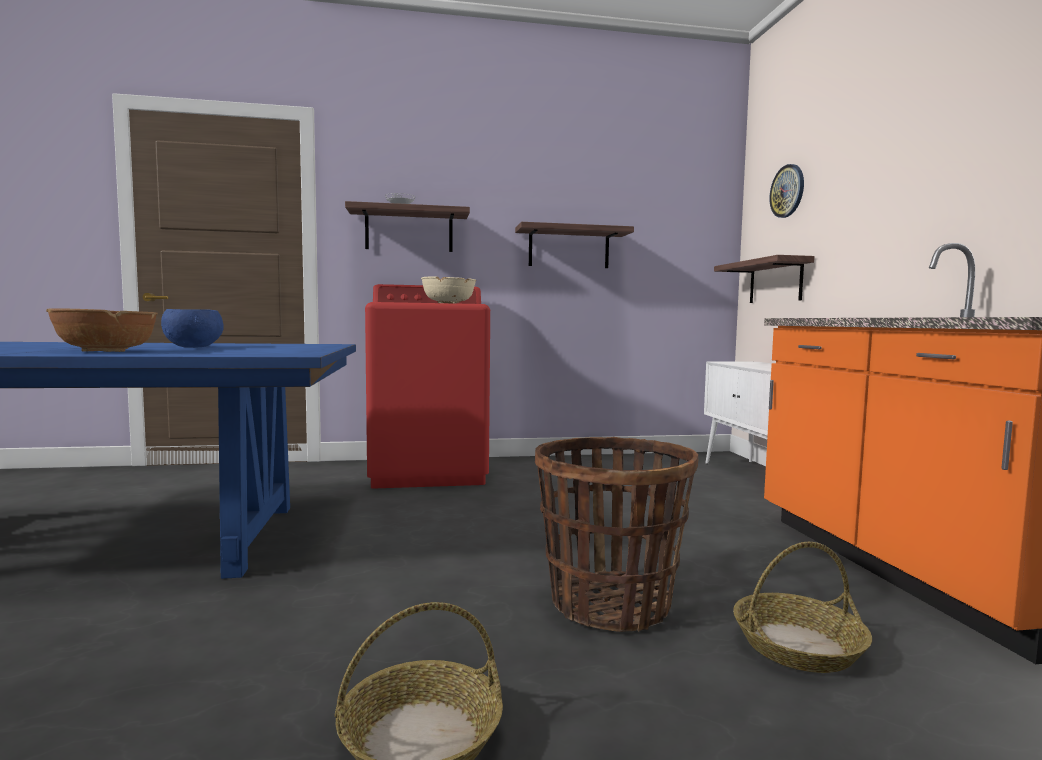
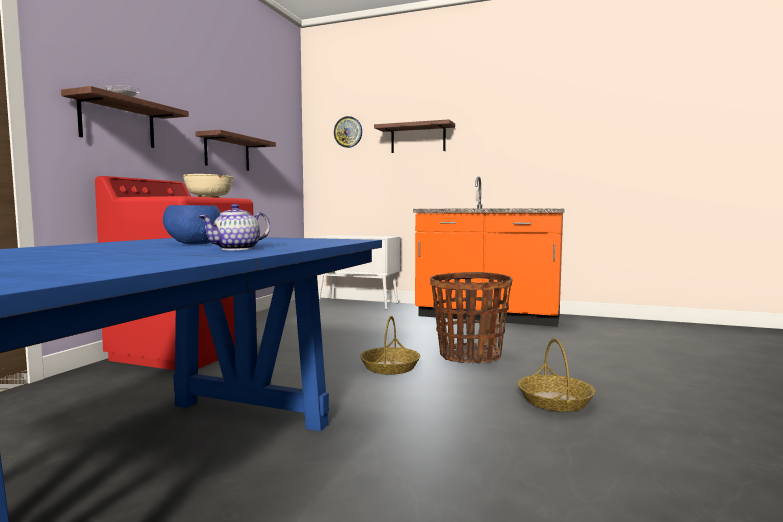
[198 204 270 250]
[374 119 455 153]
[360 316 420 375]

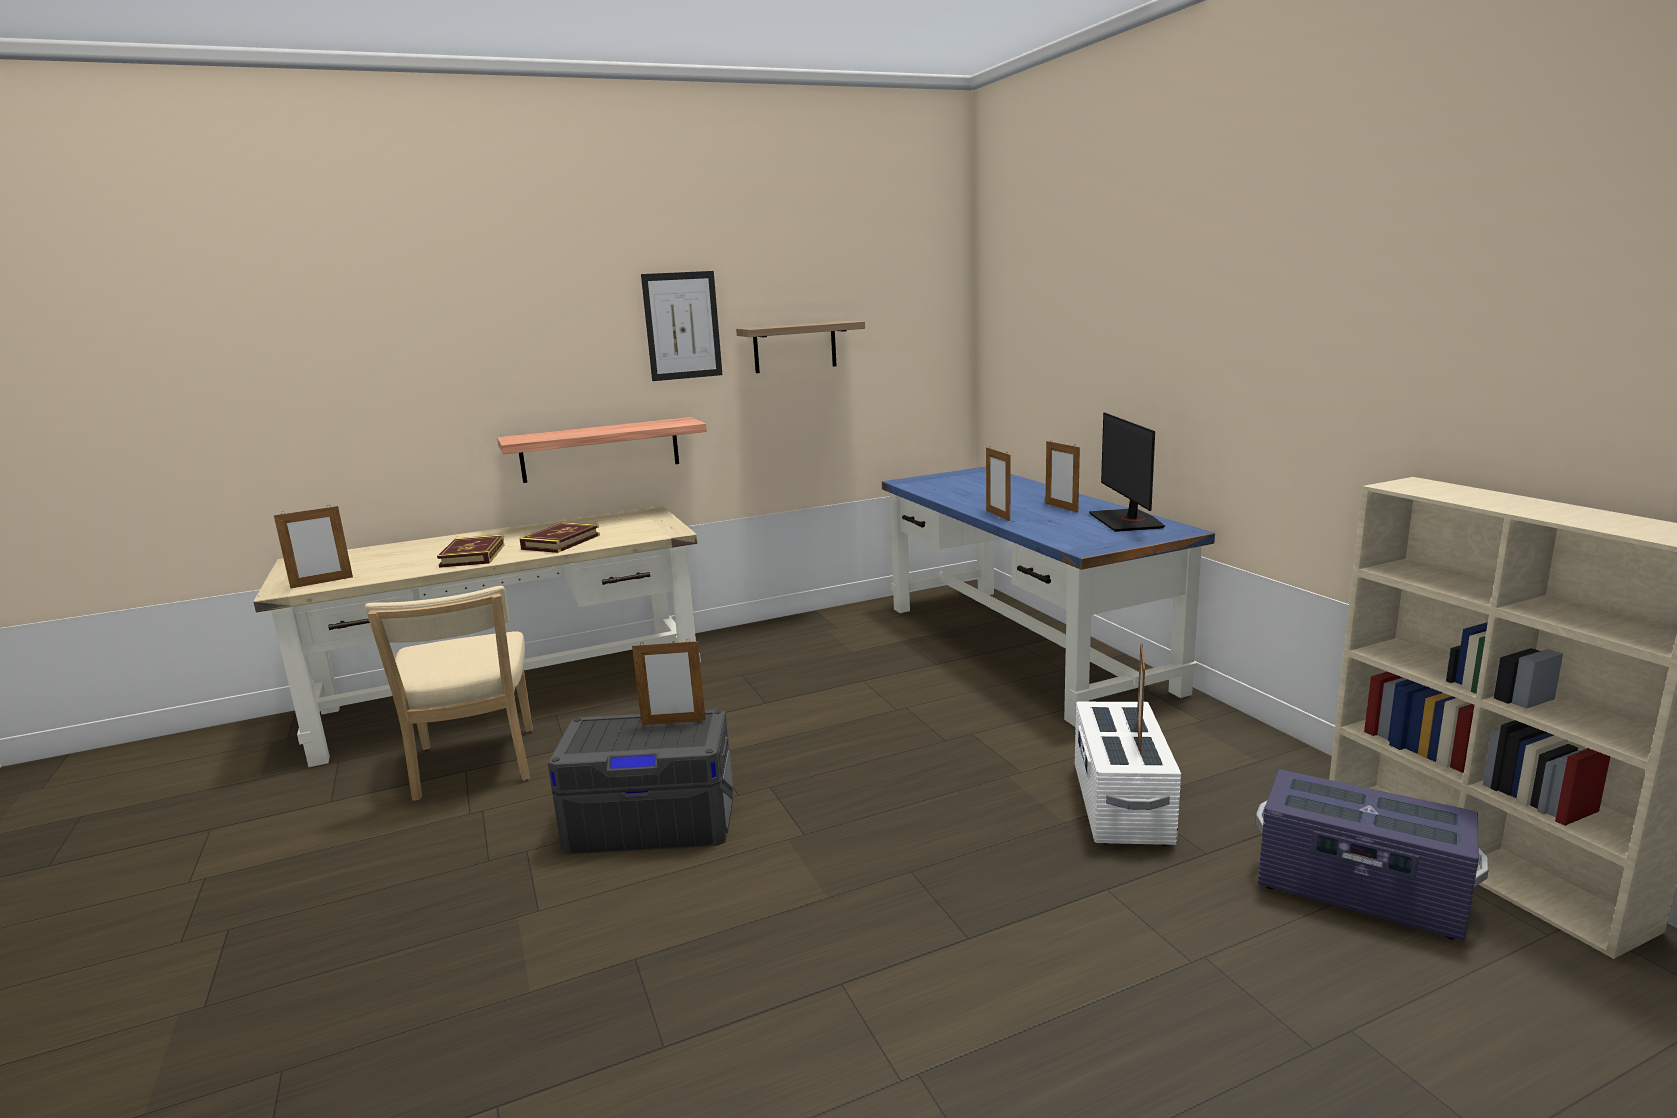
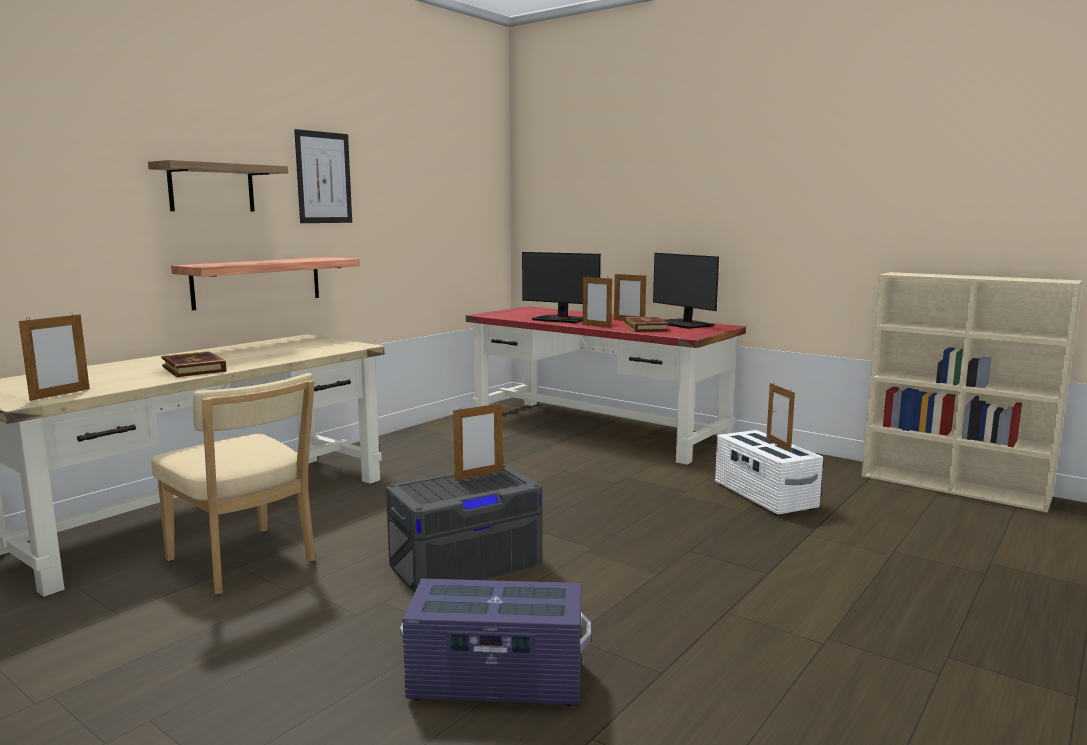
[625 317 669 332]
[148 160 288 211]
[466 306 746 465]
[400 579 591 706]
[522 252 601 323]

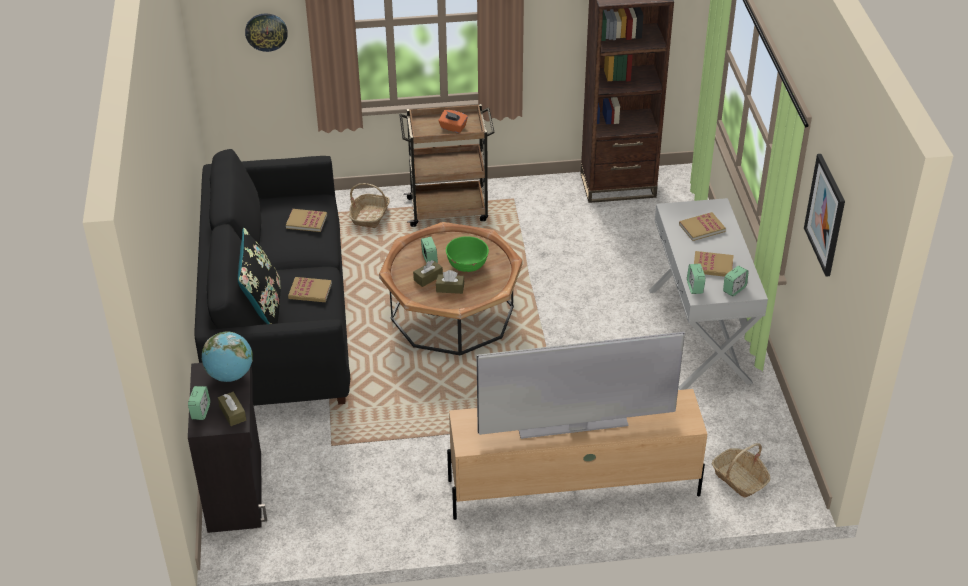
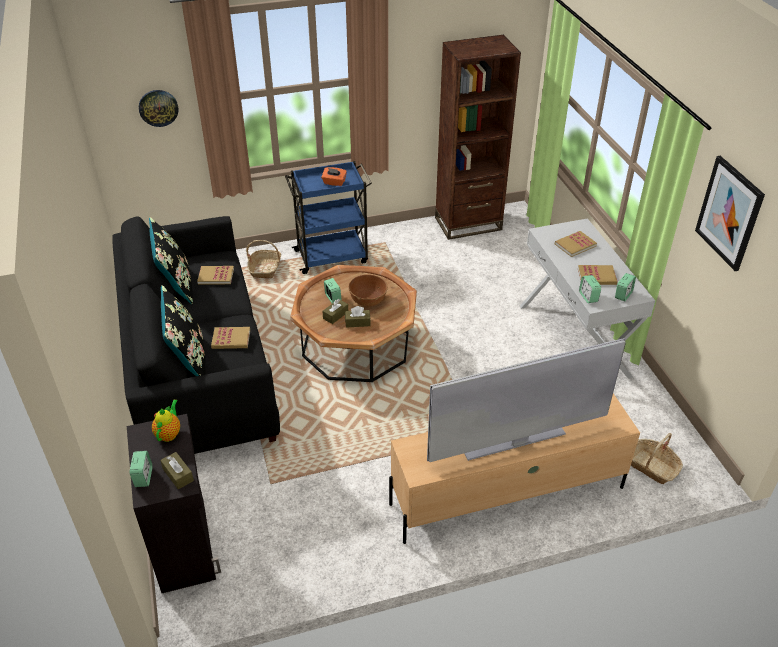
[152 400 180 442]
[285 161 372 274]
[348 274 388 306]
[149 217 193 304]

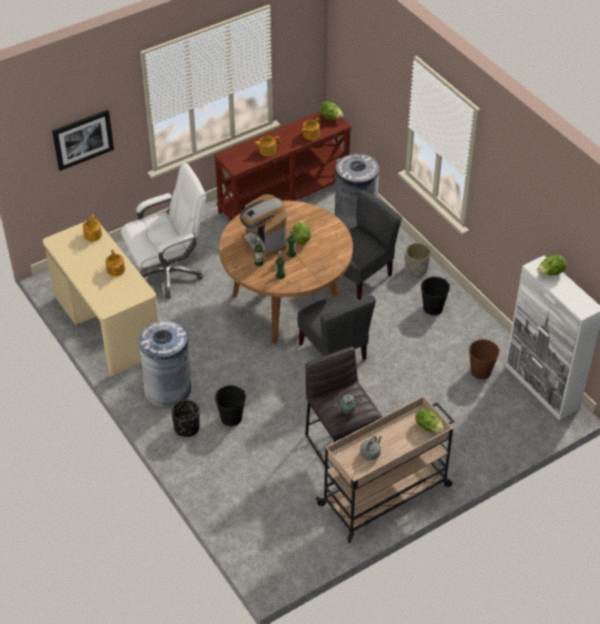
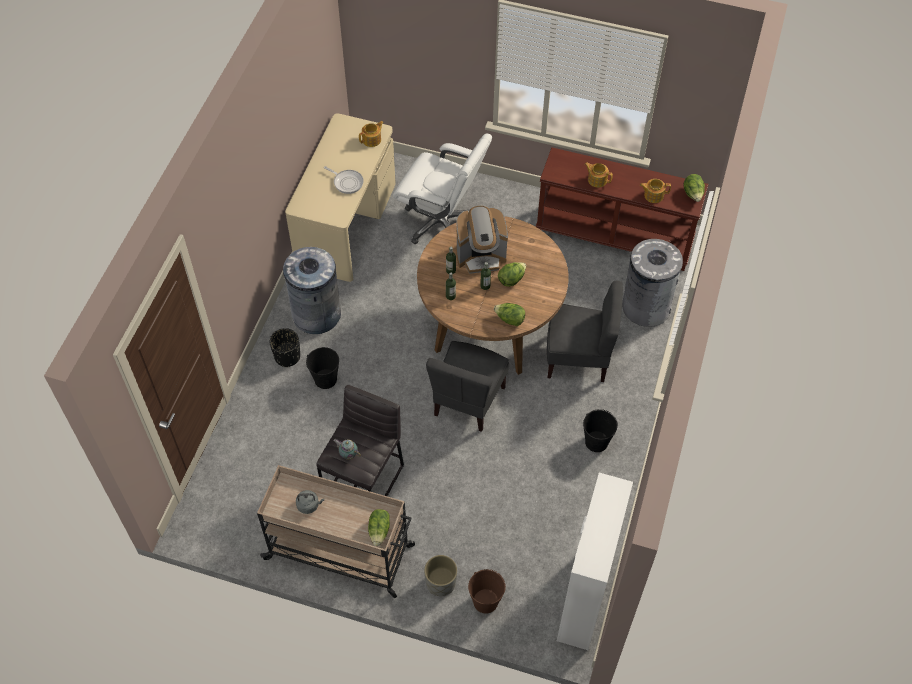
[52 110 114 171] (first image)
[324 166 364 194]
[456 206 508 274]
[424 555 457 596]
[468 569 506 614]
[494 303 525 326]

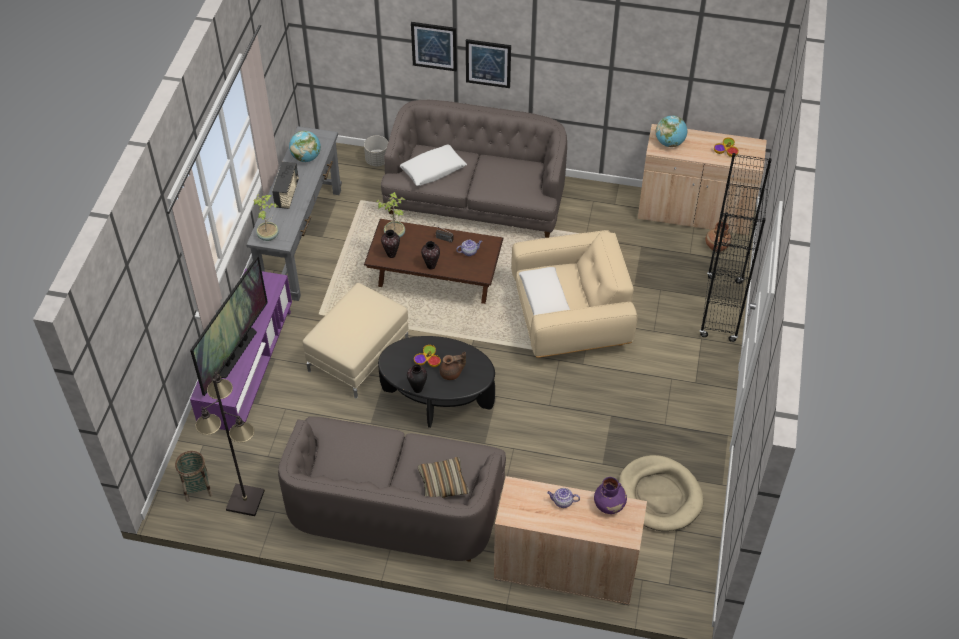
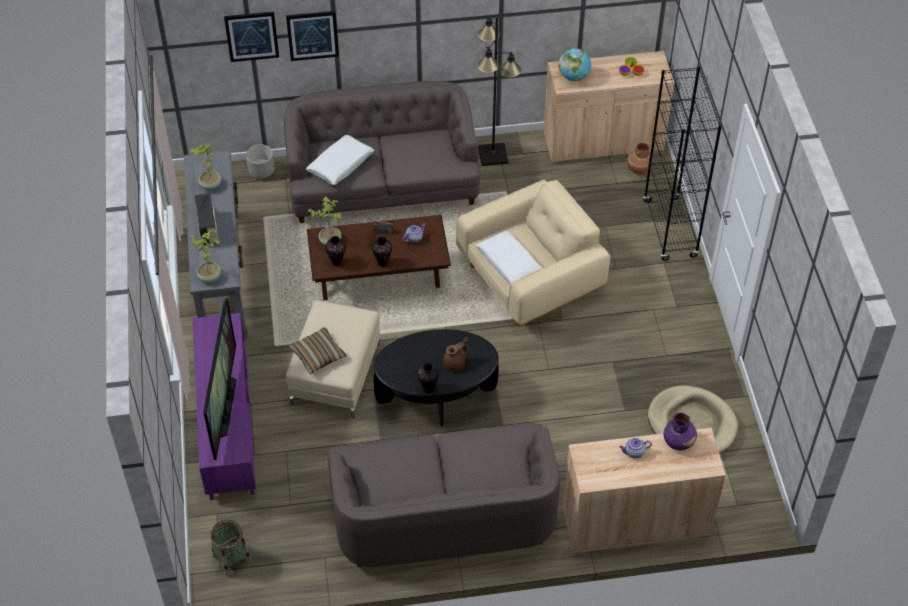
[477 15 521 166]
[189 143 221 190]
[414 345 441 367] (first image)
[289 327 347 375]
[224 12 279 62]

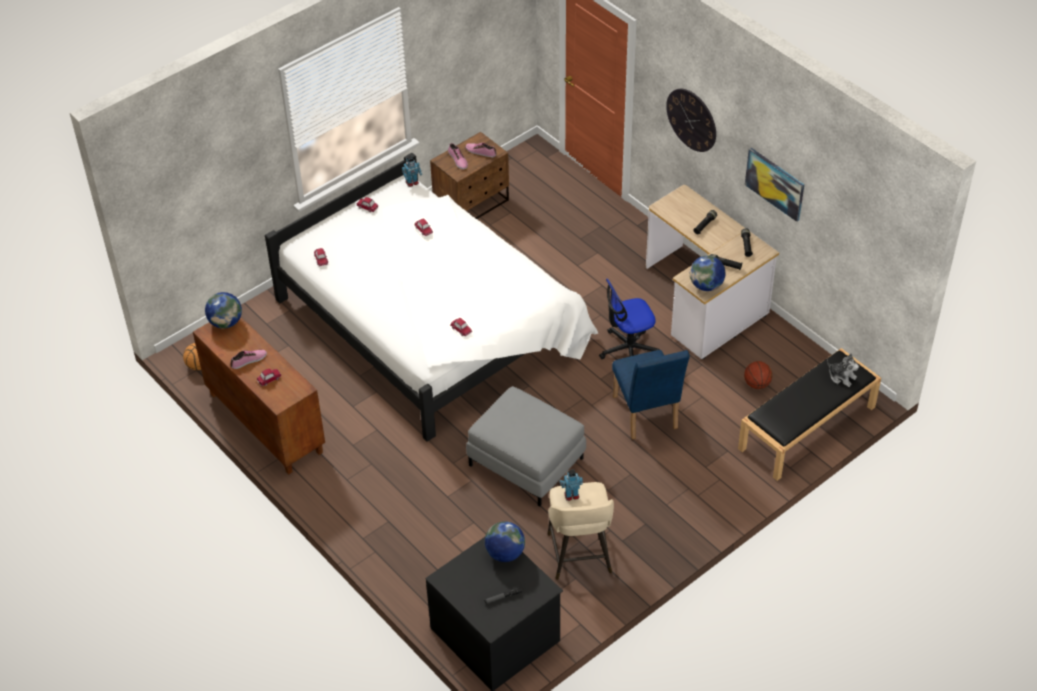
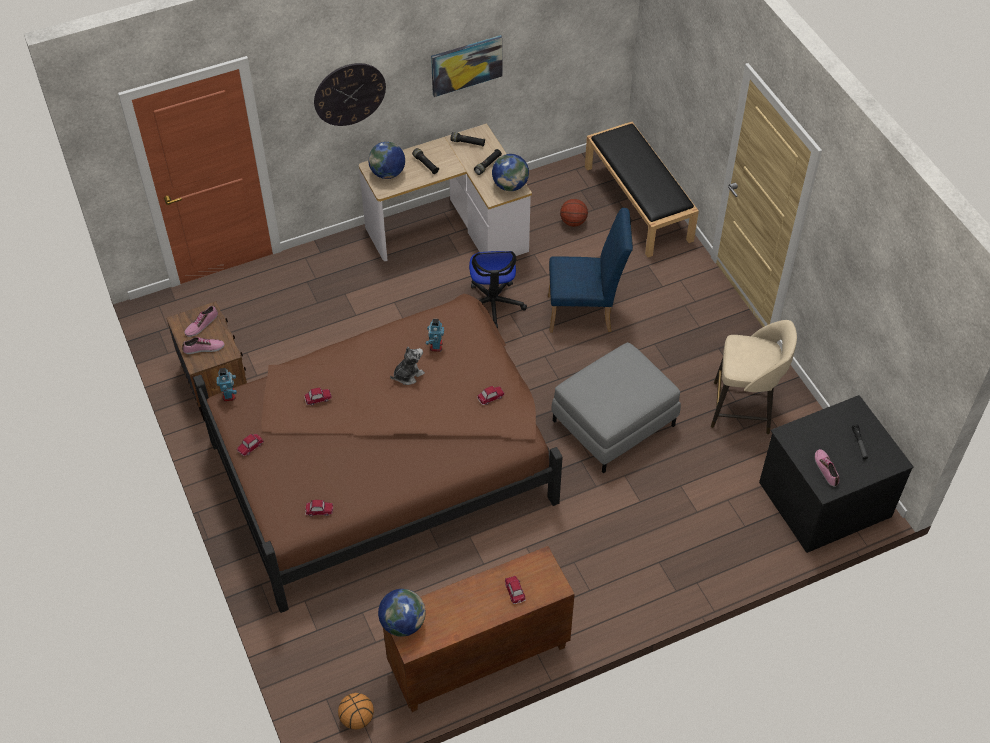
[815 449 839 487]
[193 294 563 613]
[368 142 405 179]
[426 319 444 352]
[390 347 425 385]

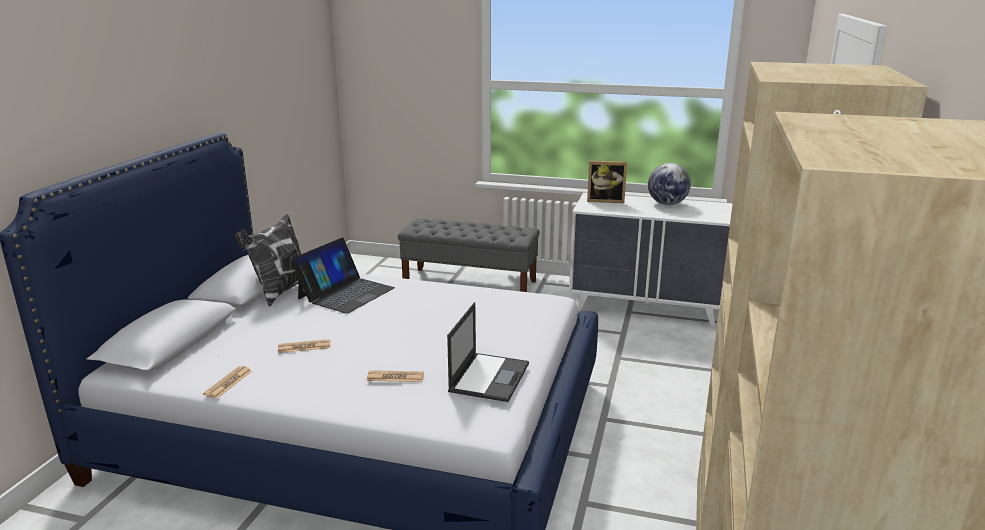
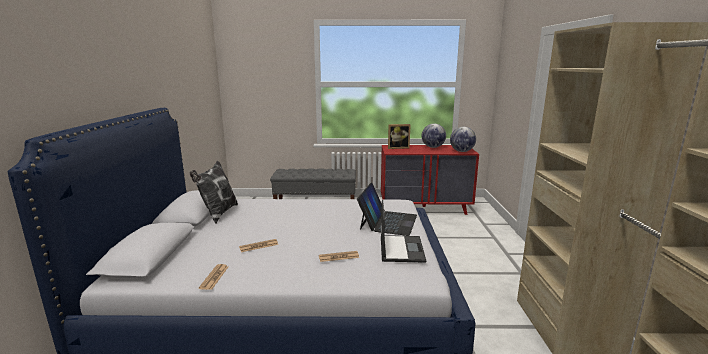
[357 183 417 236]
[381 145 479 215]
[450 127 476 152]

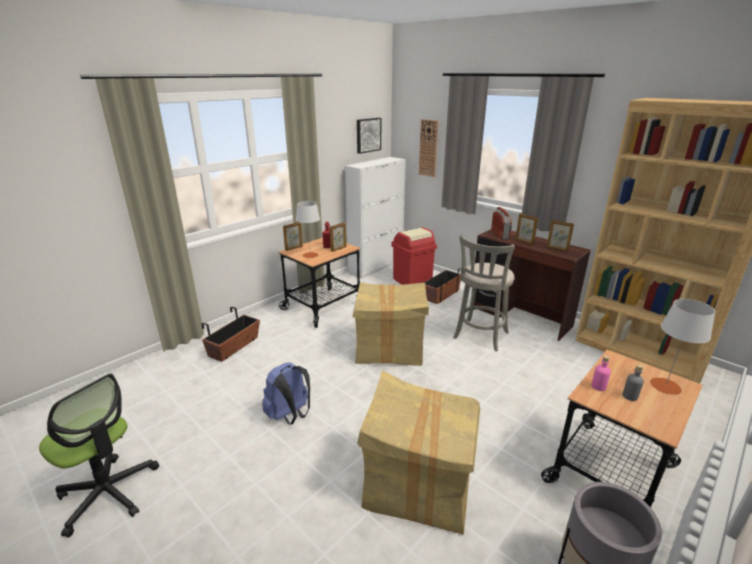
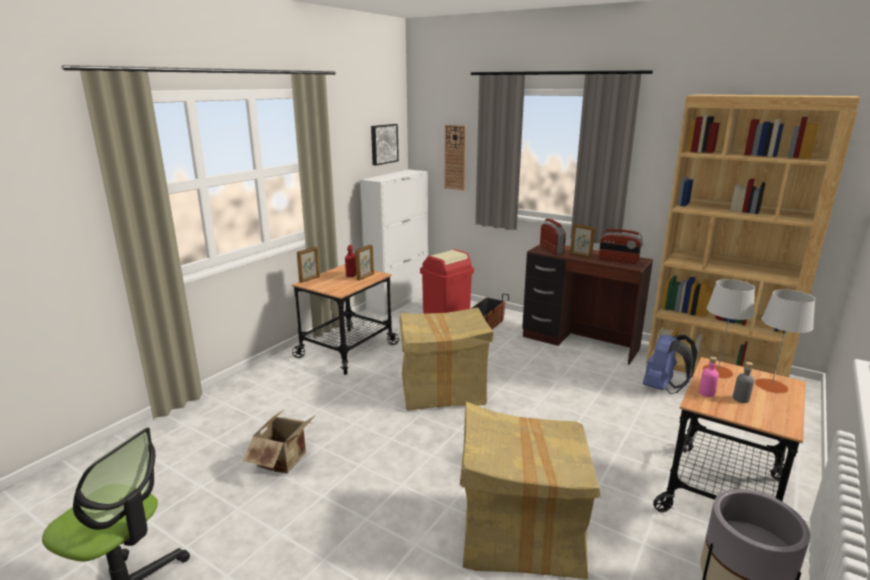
[202 307 260 362] (first image)
[643 334 698 394]
[703 279 755 378]
[453 235 515 351] (first image)
[599 229 643 264]
[242 409 316 474]

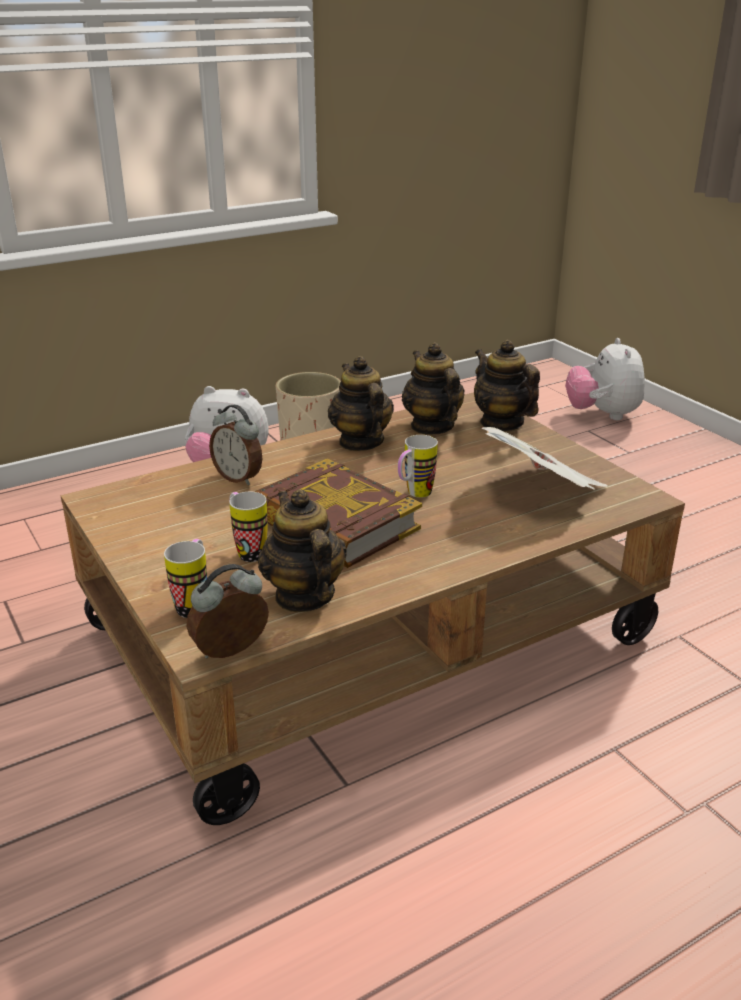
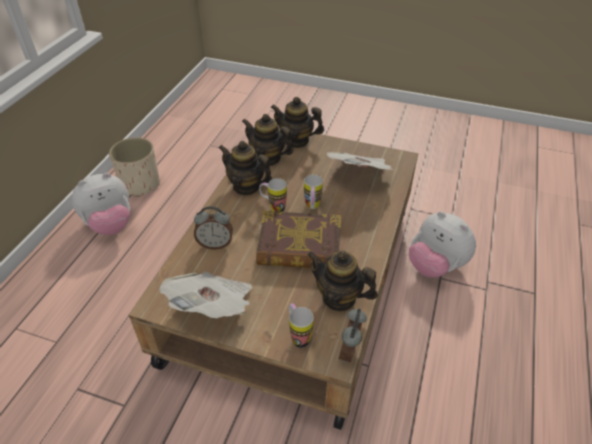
[259 178 287 212]
[409 211 476 278]
[160 271 252 318]

